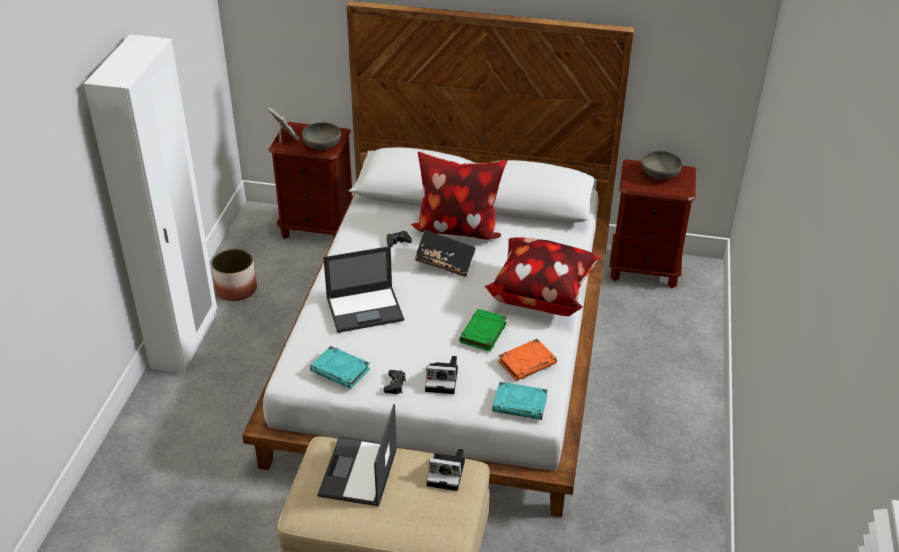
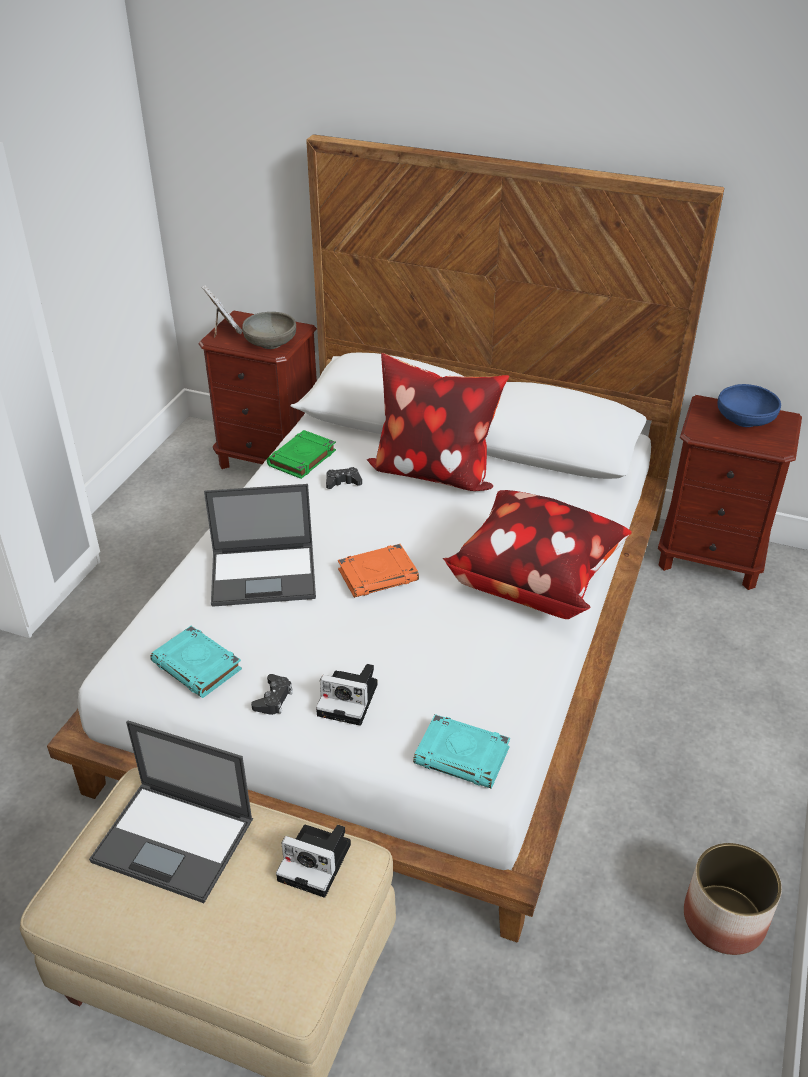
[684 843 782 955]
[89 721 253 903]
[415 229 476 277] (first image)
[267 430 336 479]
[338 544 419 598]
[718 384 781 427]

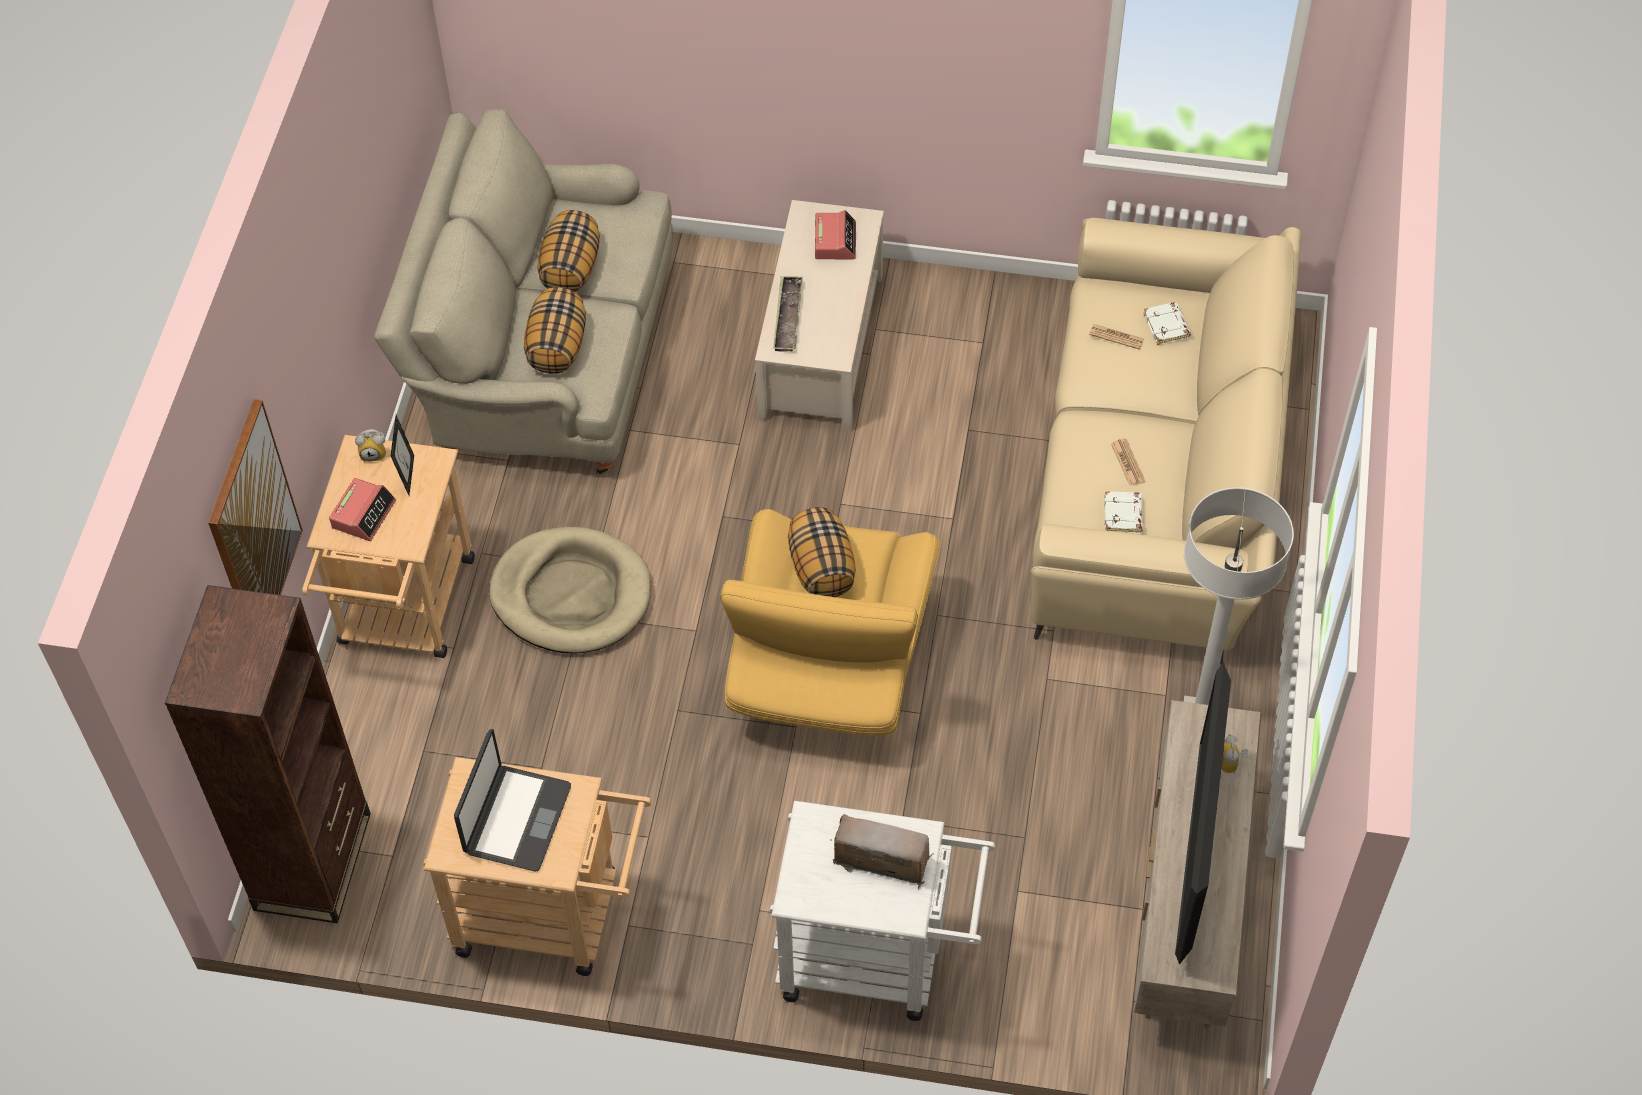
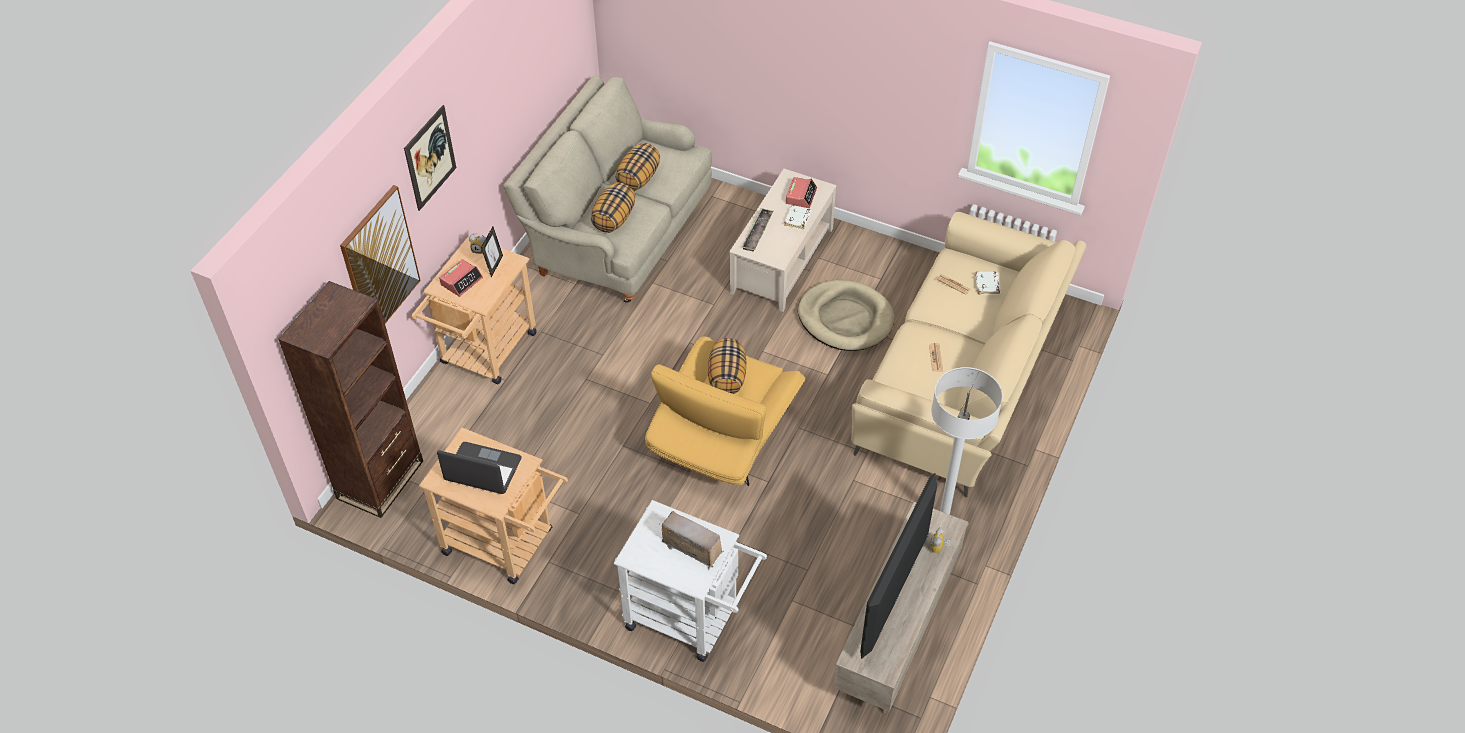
[437 442 522 494]
[798 280 895 351]
[784 205 812 230]
[404 105 456 211]

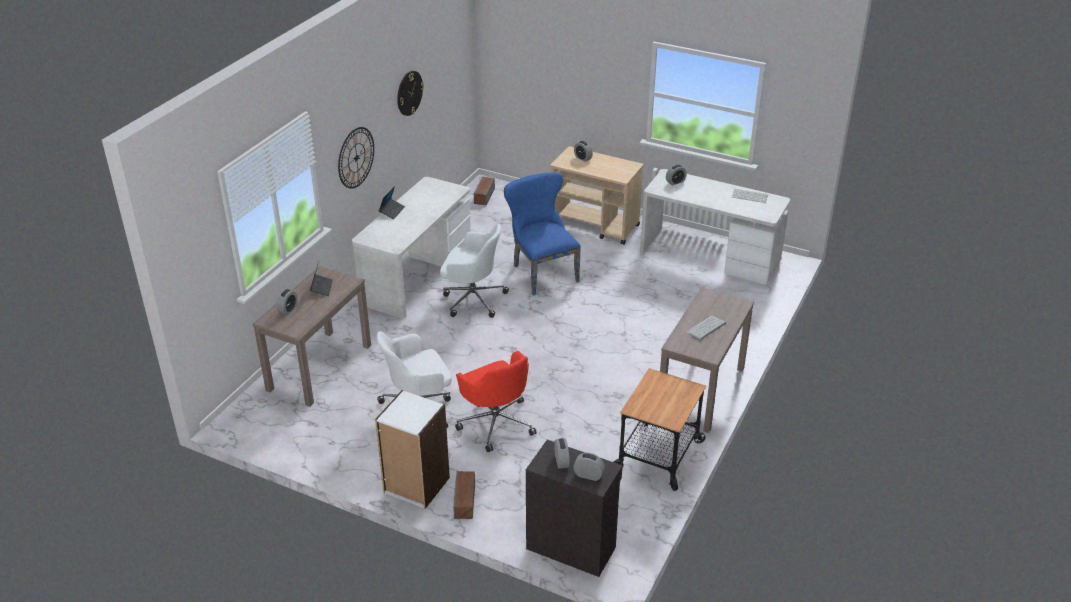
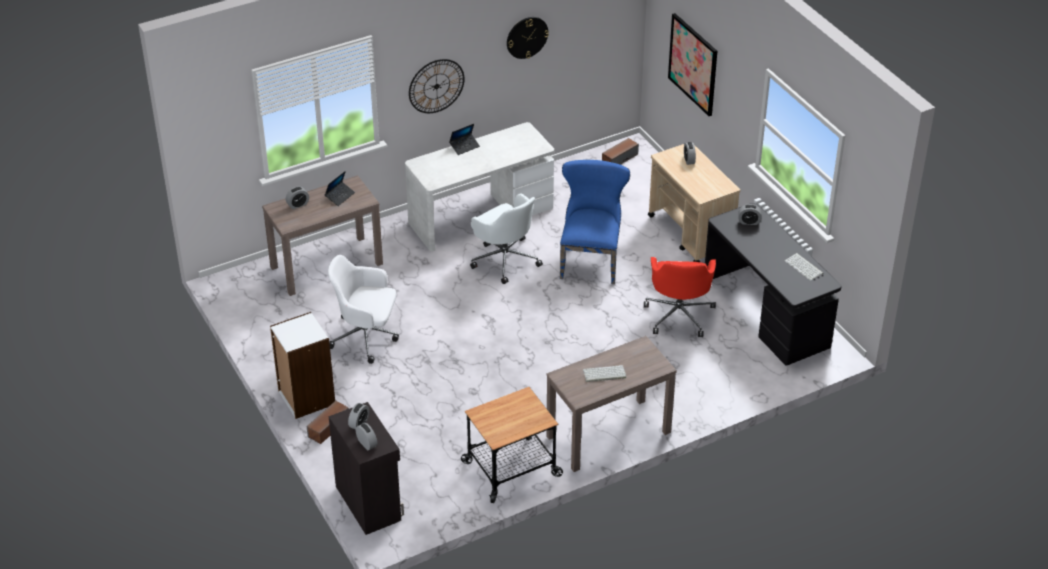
[644 257 716 337]
[705 203 842 366]
[668 13 717 116]

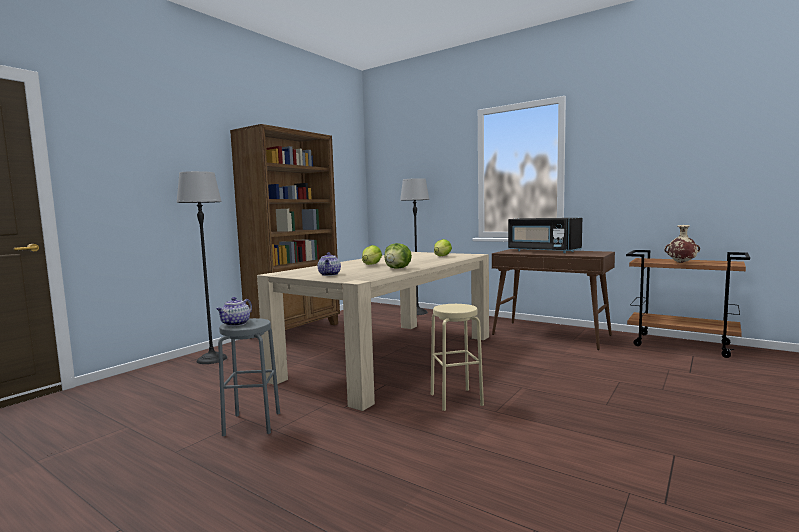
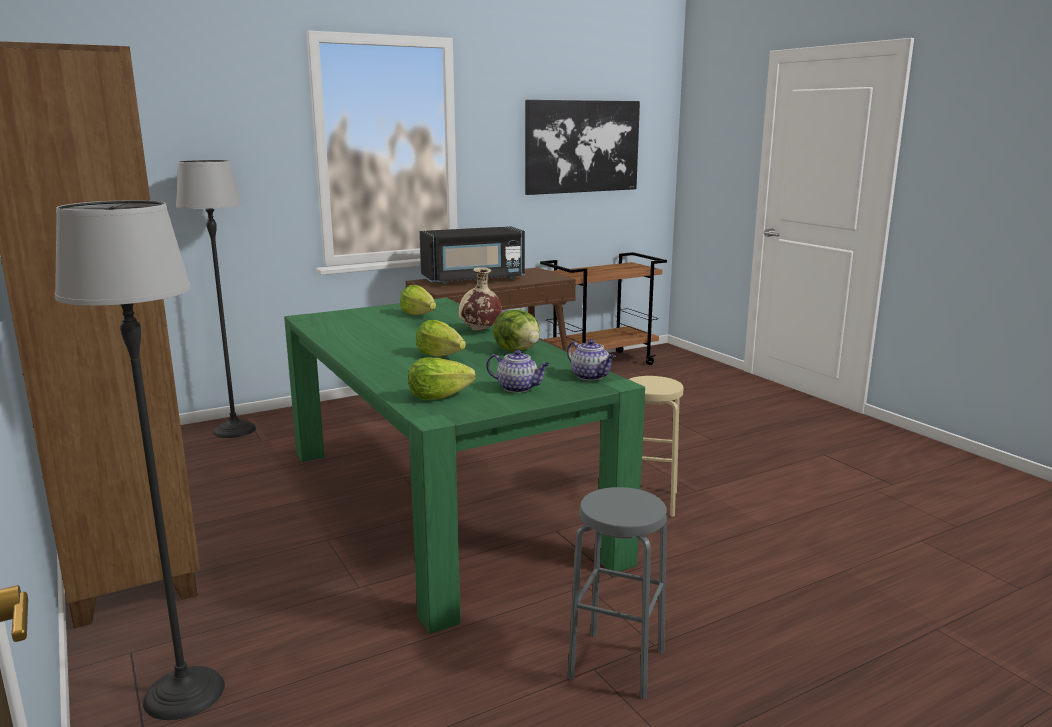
[567 339 615 380]
[284 298 645 634]
[459 267 502 331]
[408 357 476 400]
[525 100 640 195]

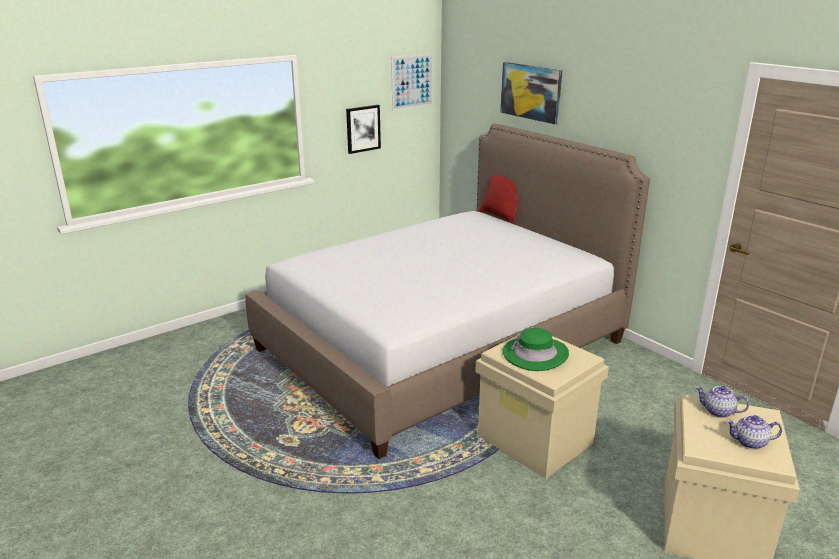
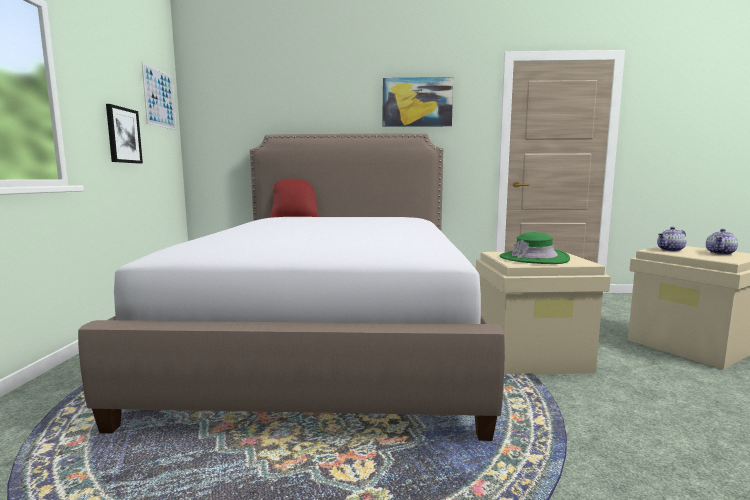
[383 77 453 127]

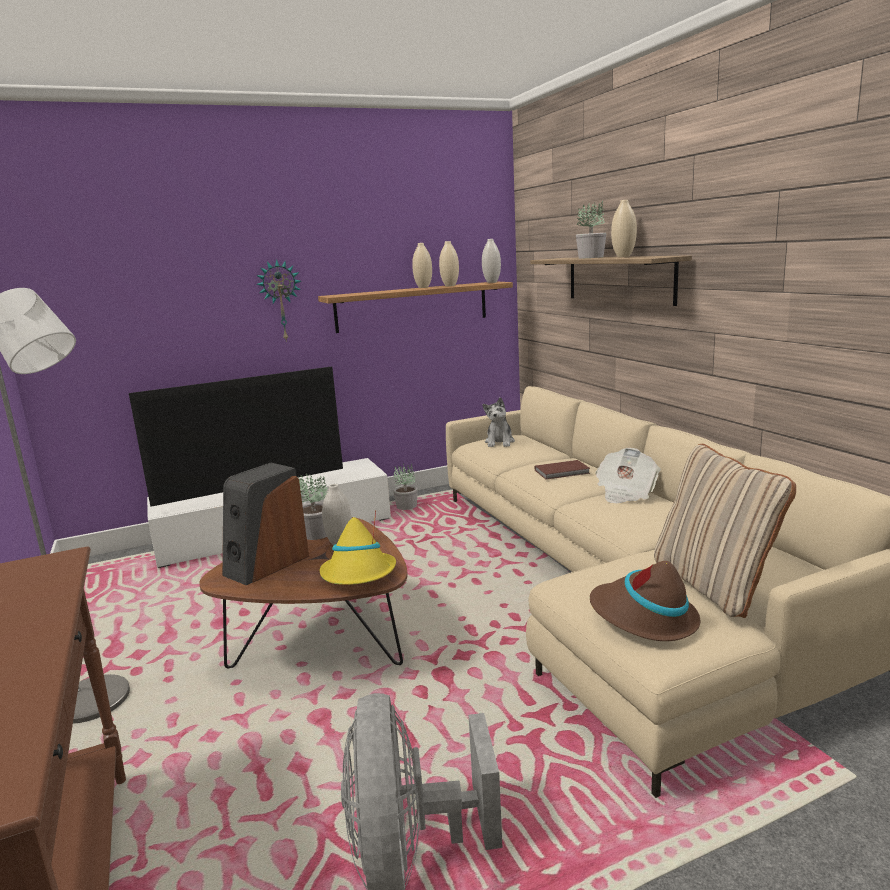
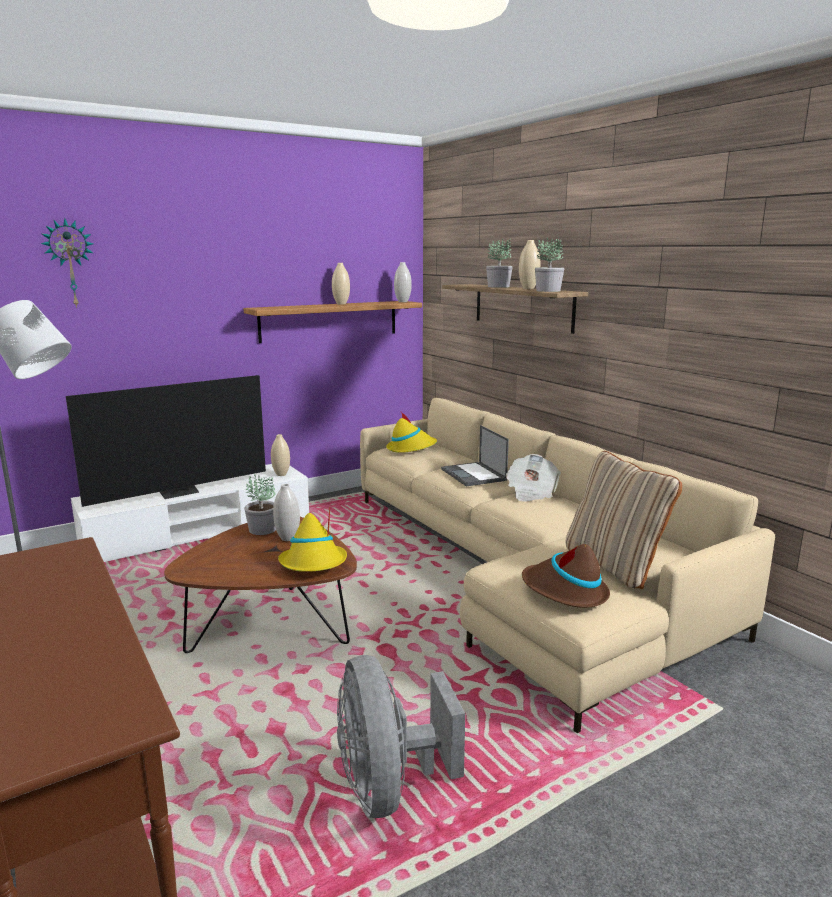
[222 463 309 585] (first image)
[41 218 94 308]
[535 237 564 292]
[271 434 290 476]
[386 412 437 453]
[441 425 509 486]

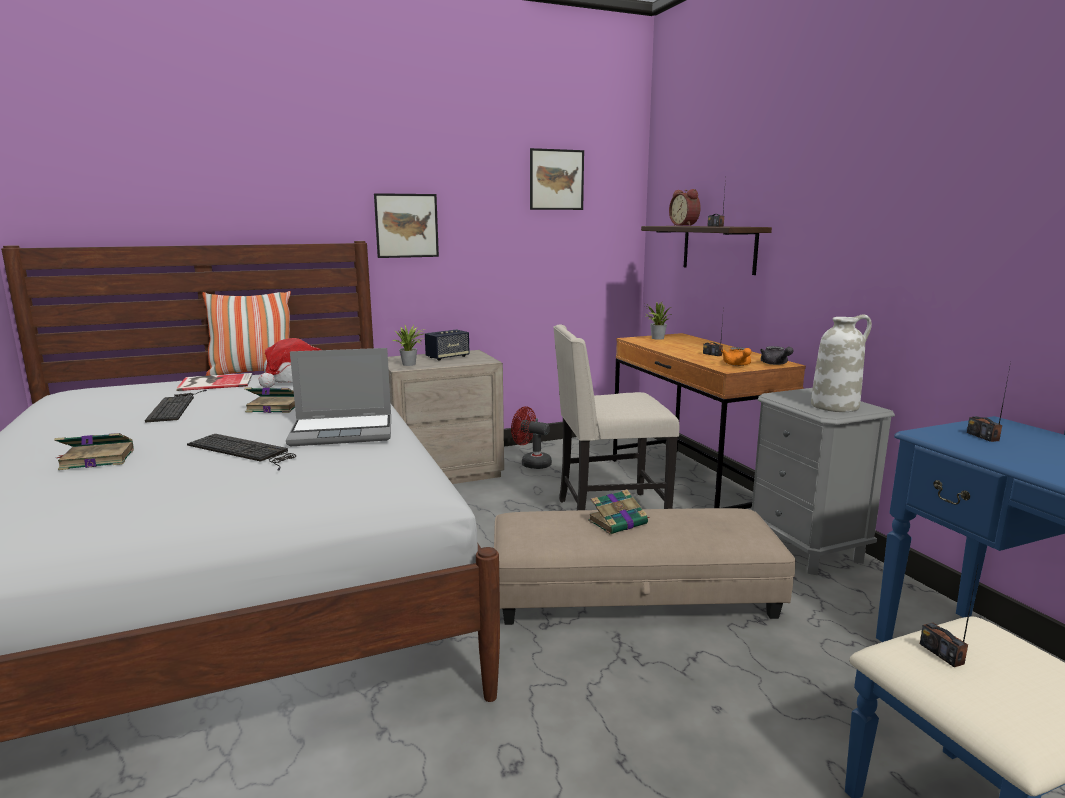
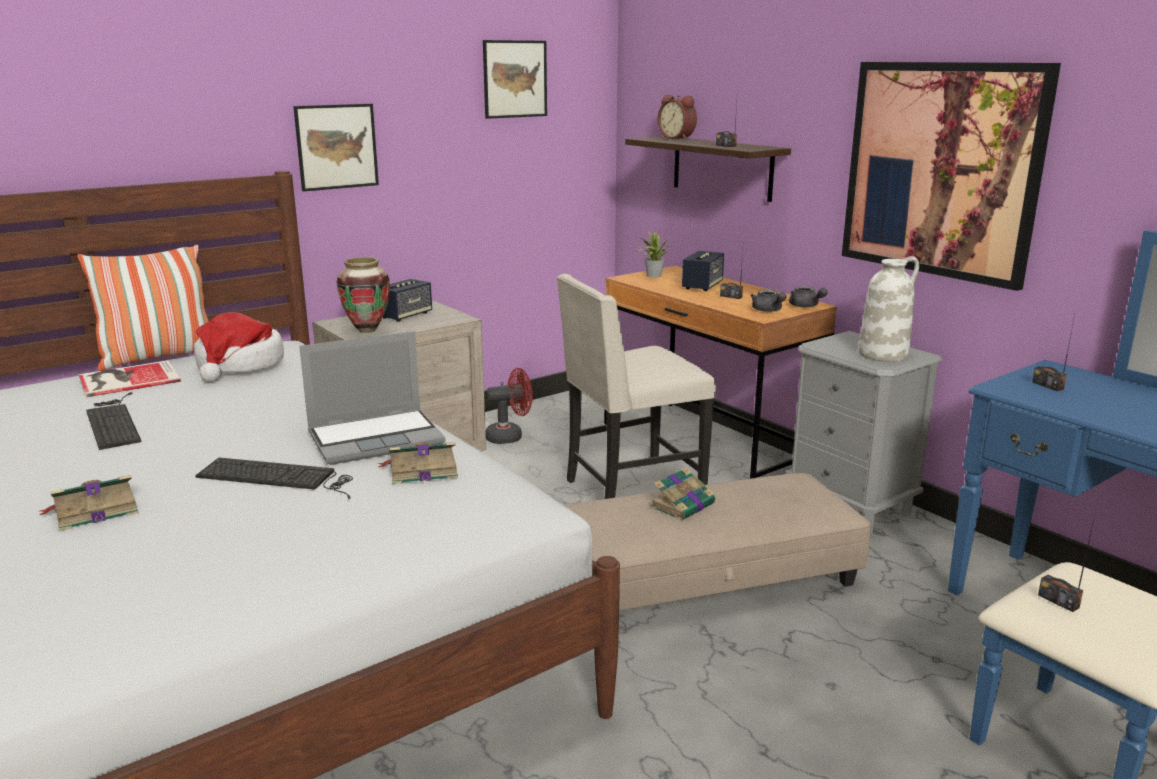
[378 442 458 484]
[337 257 390 333]
[486 368 533 444]
[751 290 786 312]
[682 251 724 291]
[842 62 1061 291]

